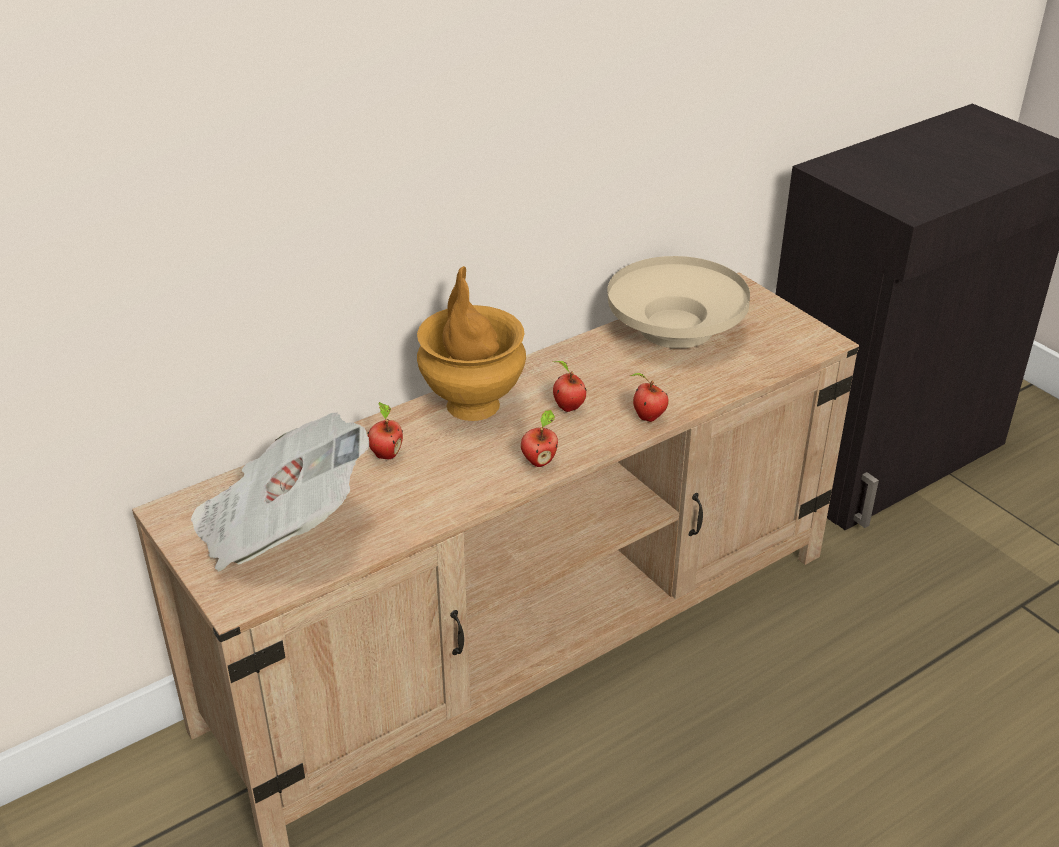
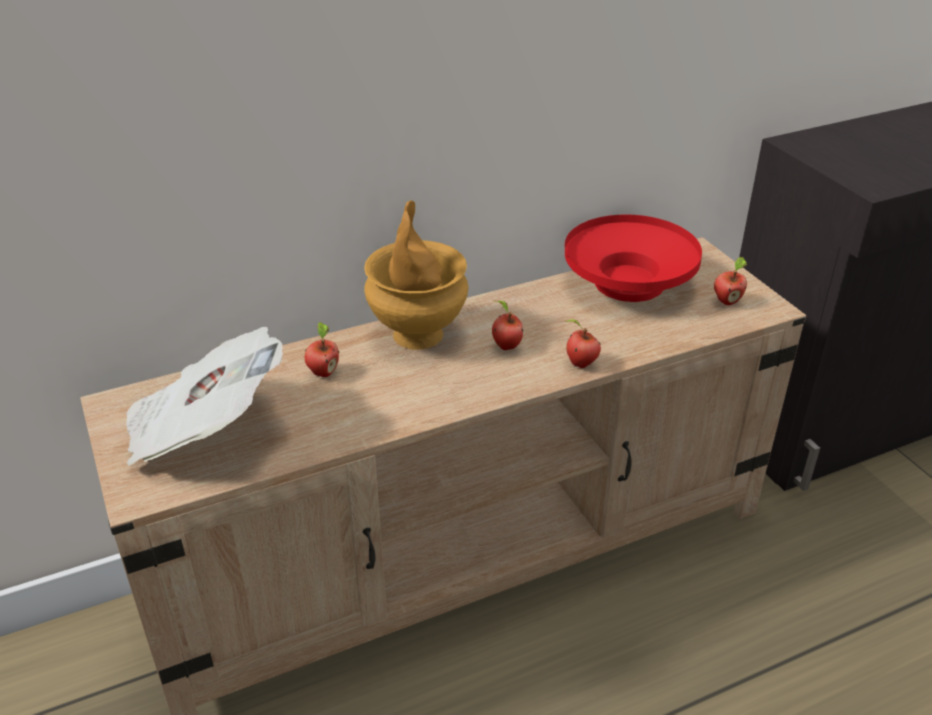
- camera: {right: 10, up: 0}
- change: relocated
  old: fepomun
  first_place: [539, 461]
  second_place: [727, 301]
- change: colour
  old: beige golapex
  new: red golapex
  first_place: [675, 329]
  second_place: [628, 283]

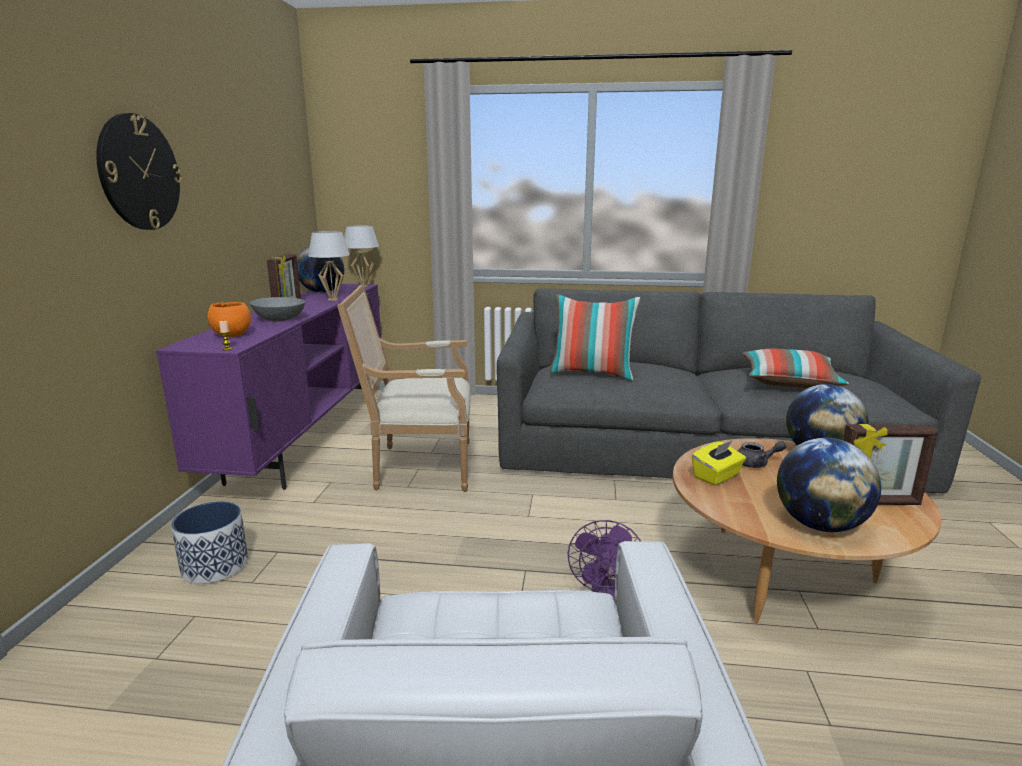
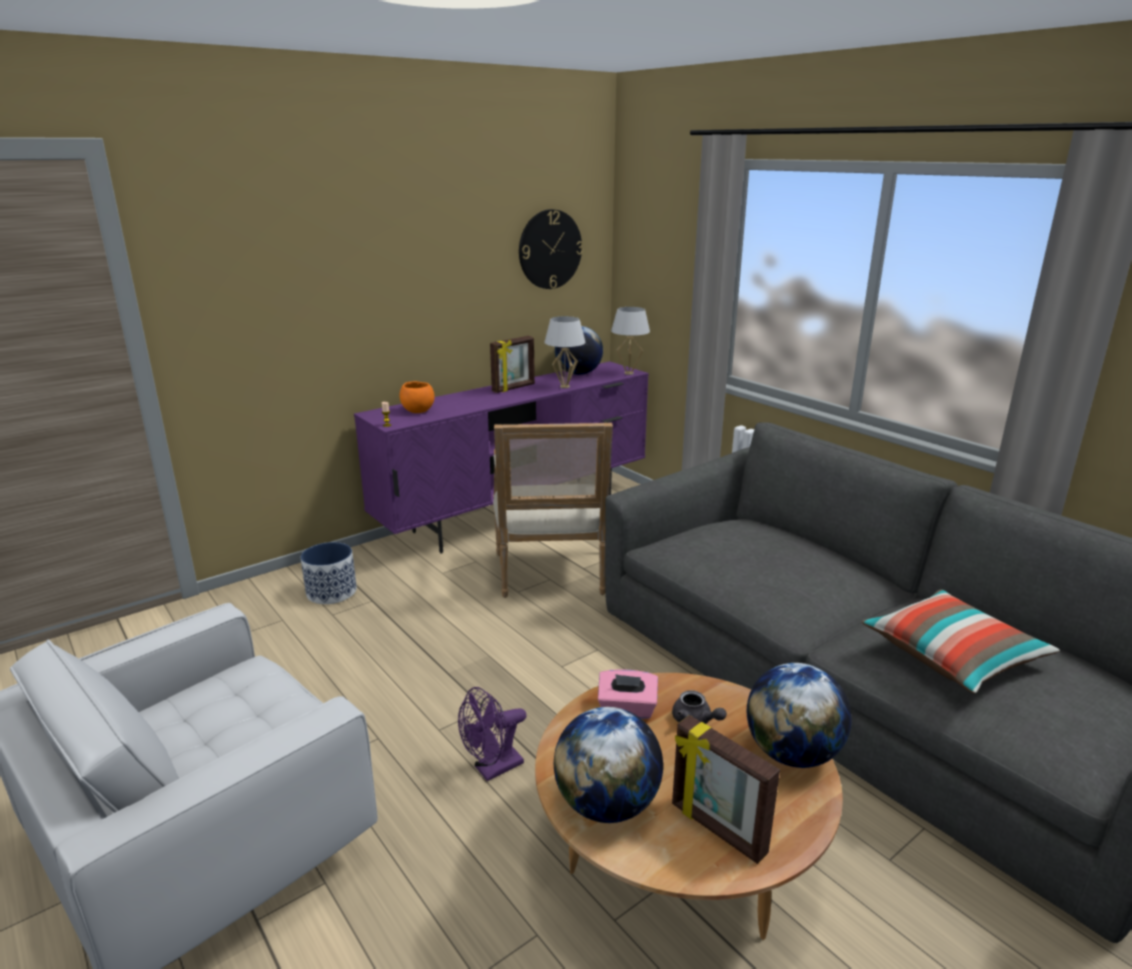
- camera: {right: 45, up: 5}
- change: missing
  old: grey golapex
  first_place: [279, 319]
- change: missing
  old: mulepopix
  first_place: [592, 373]
- change: relocated
  old: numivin
  first_place: [139, 173]
  second_place: [550, 249]
- change: colour
  old: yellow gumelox
  new: pink gumelox
  first_place: [717, 476]
  second_place: [627, 709]
- change: spun
  old: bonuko
  first_place: [418, 467]
  second_place: [552, 577]
  degrees: -135

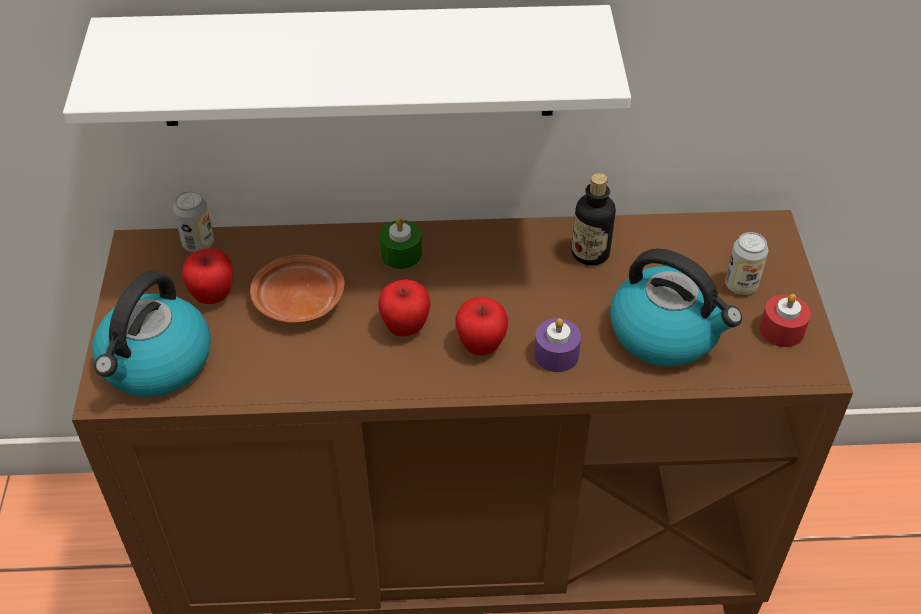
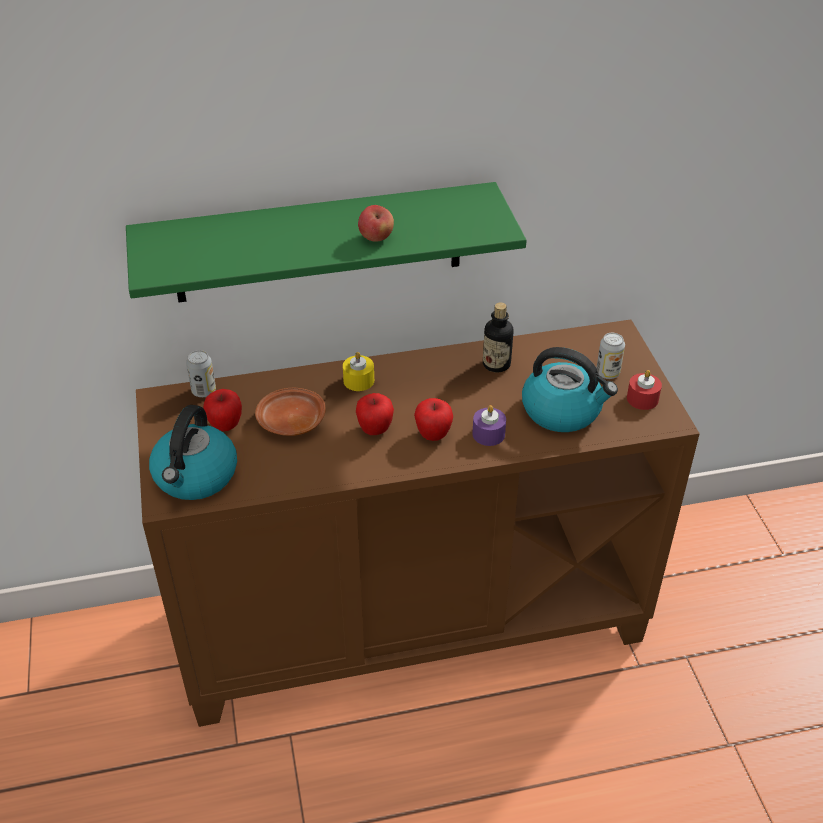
- camera: {right: -10, up: -5}
- change: appeared
  new: fepomun
  second_place: [376, 238]
- change: colour
  old: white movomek
  new: green movomek
  first_place: [356, 66]
  second_place: [318, 243]
- change: colour
  old: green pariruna
  new: yellow pariruna
  first_place: [401, 254]
  second_place: [358, 380]

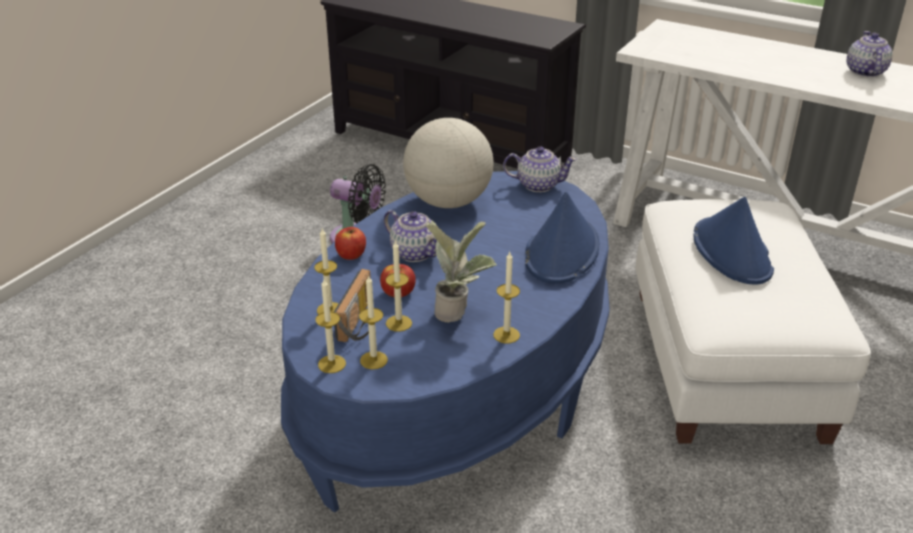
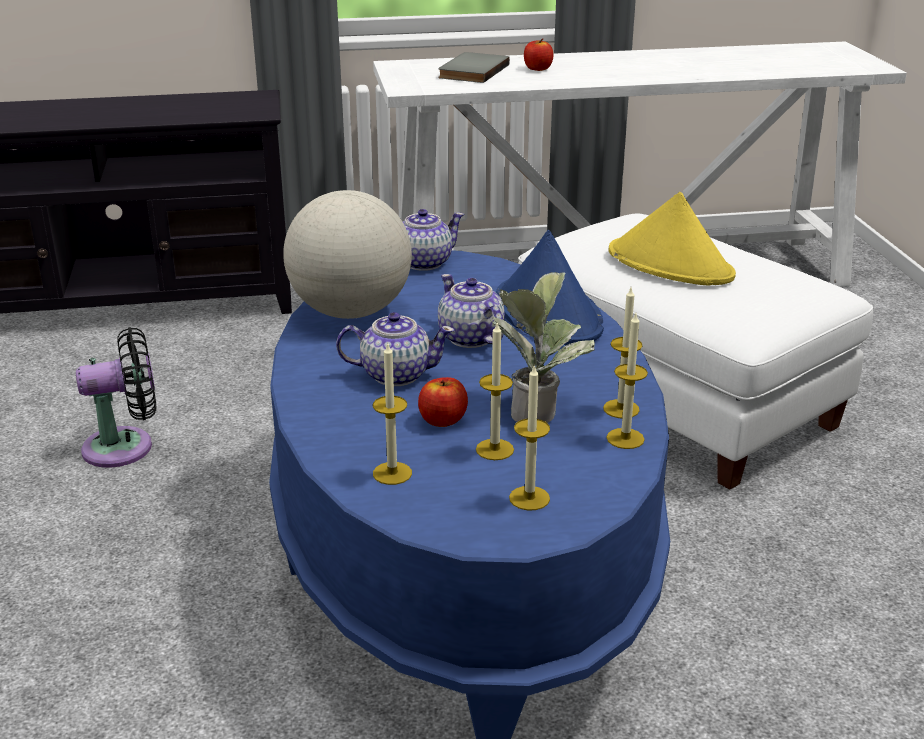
- camera: {right: -40, up: -5}
- change: missing
  old: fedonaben
  first_place: [361, 321]
- change: appeared
  new: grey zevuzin
  second_place: [471, 71]
- change: relocated
  old: pariruna
  first_place: [332, 364]
  second_place: [625, 438]
- change: relocated
  old: fepomun
  first_place: [351, 255]
  second_place: [537, 69]
- change: relocated
  old: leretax
  first_place: [865, 72]
  second_place: [470, 338]
- change: colour
  old: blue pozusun
  new: yellow pozusun
  first_place: [732, 252]
  second_place: [671, 264]

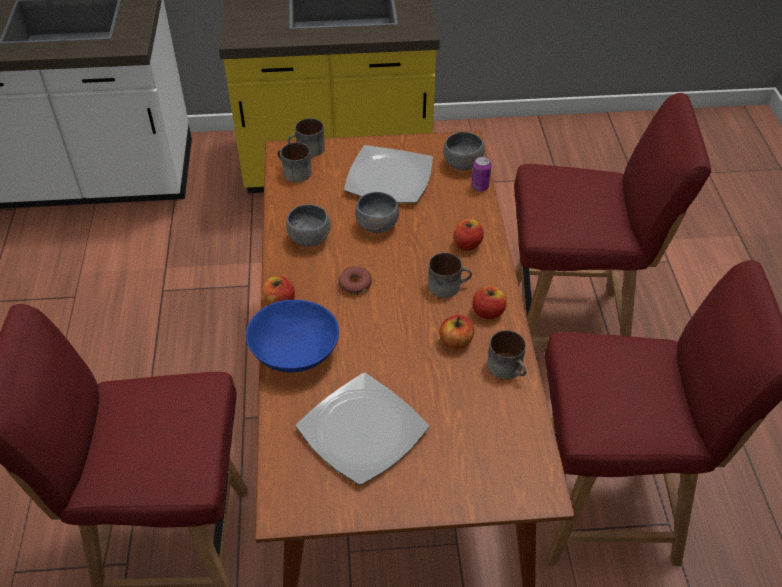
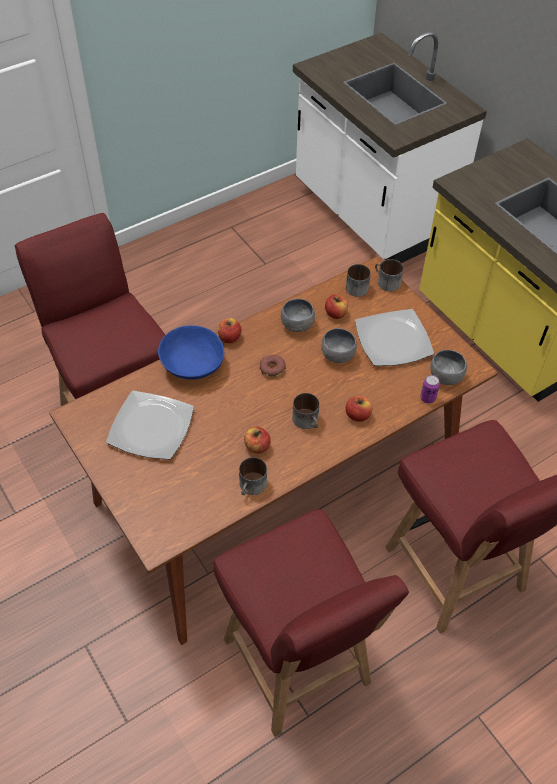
- camera: {right: 60, up: 5}
- change: relocated
  old: fepomun
  first_place: [488, 312]
  second_place: [335, 313]

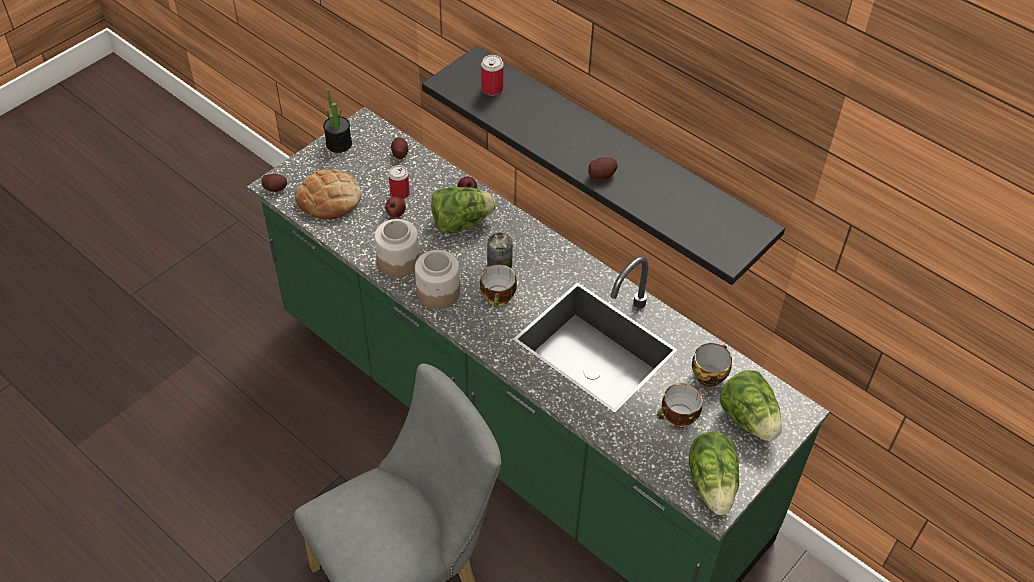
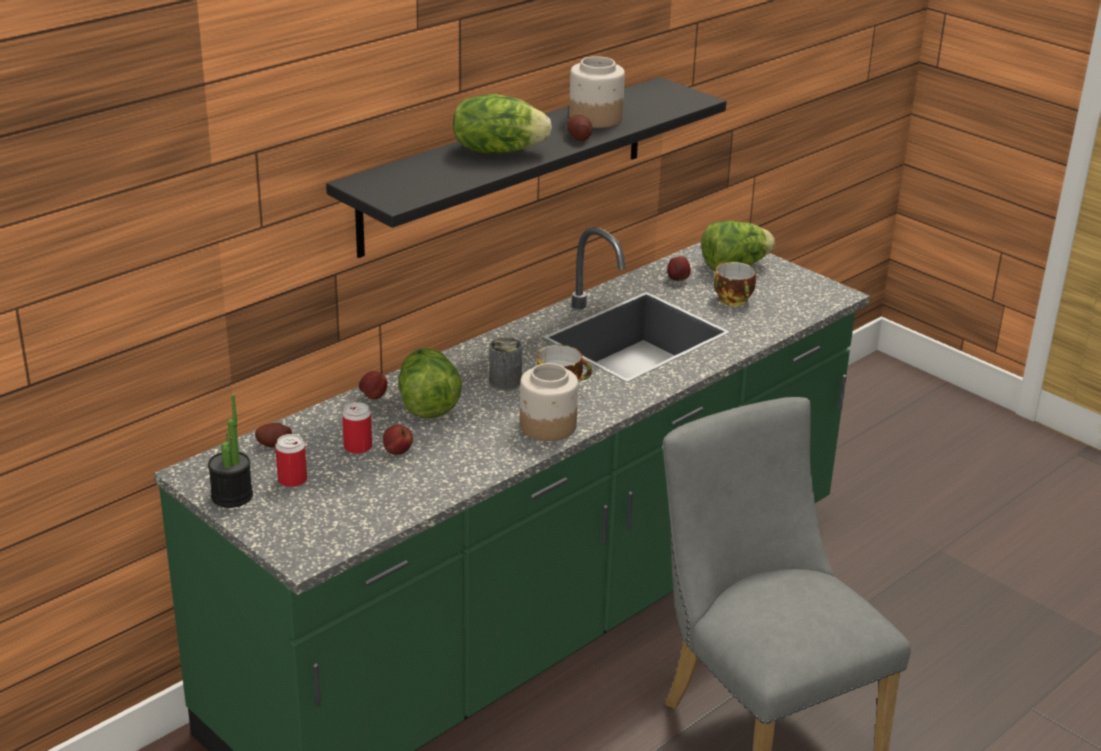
- camera: {right: -85, up: -20}
- change: missing
  old: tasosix
  first_place: [275, 188]
- change: missing
  old: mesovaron
  first_place: [329, 199]
- change: relocated
  old: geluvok
  first_place: [398, 261]
  second_place: [594, 118]
- change: relocated
  old: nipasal
  first_place: [492, 89]
  second_place: [292, 480]
- change: relocated
  old: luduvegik
  first_place: [712, 483]
  second_place: [497, 150]
- change: exchanged
  old: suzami
  new: fepomun
  first_place: [708, 373]
  second_place: [678, 280]

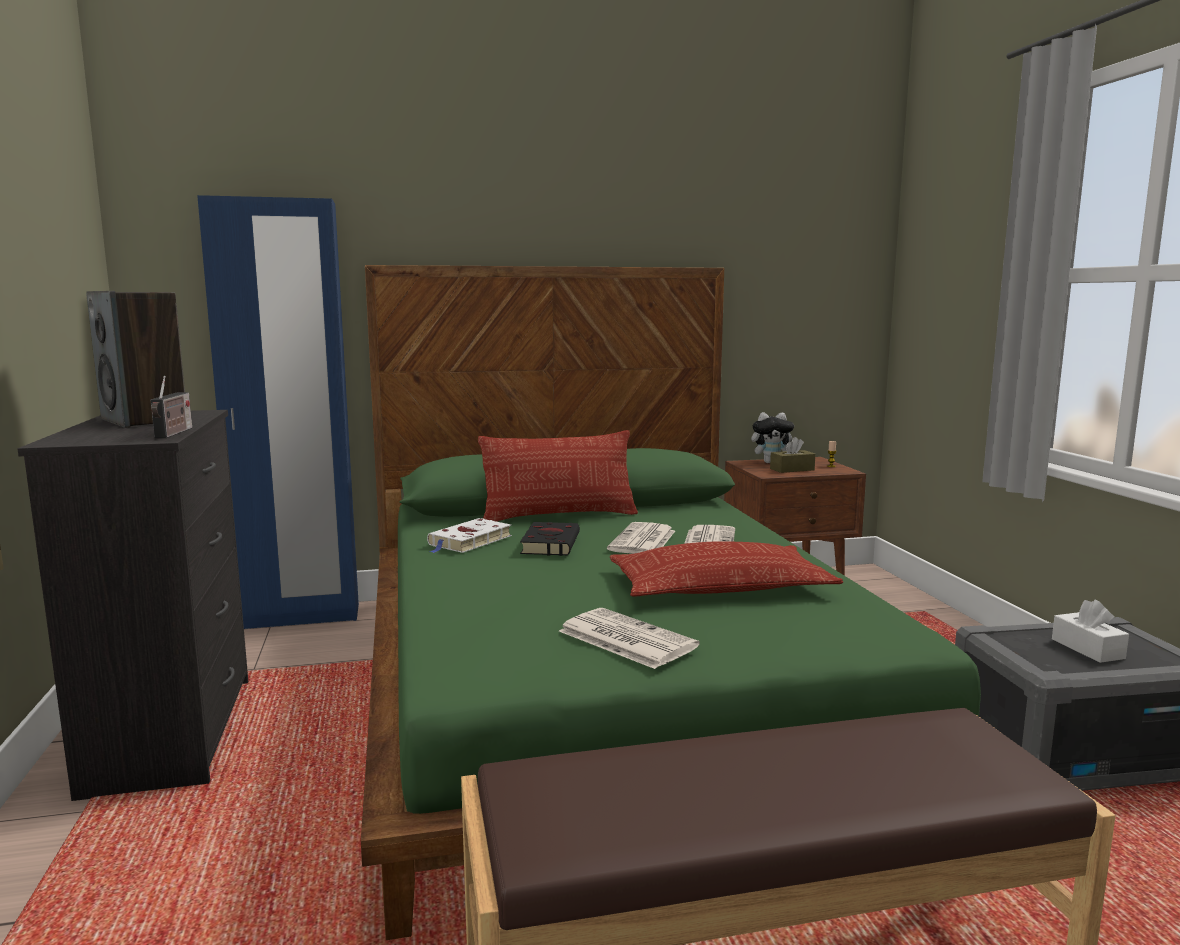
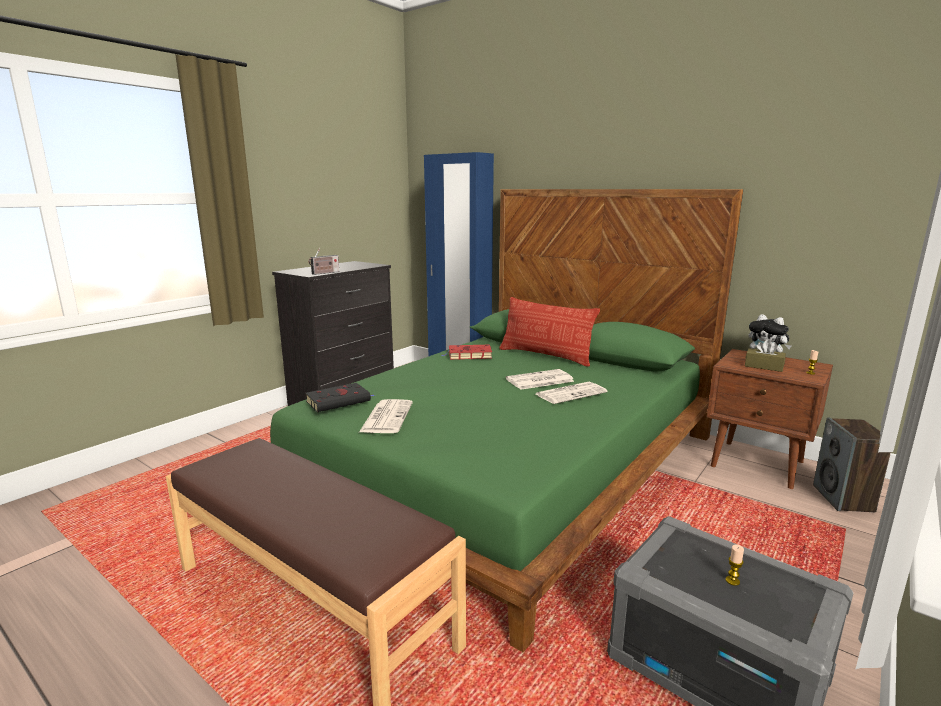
- camera: {right: 50, up: 5}
- change: missing
  old: mulepopix
  first_place: [720, 586]
- change: relocated
  old: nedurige
  first_place: [145, 420]
  second_place: [843, 499]
- change: relocated
  old: black zevuzin
  first_place: [550, 543]
  second_place: [340, 401]
- change: exchanged
  old: white gumelox
  new: pariruna
  first_place: [1087, 649]
  second_place: [732, 581]
- change: colour
  old: white zevuzin
  new: red zevuzin
  first_place: [469, 541]
  second_place: [468, 355]

